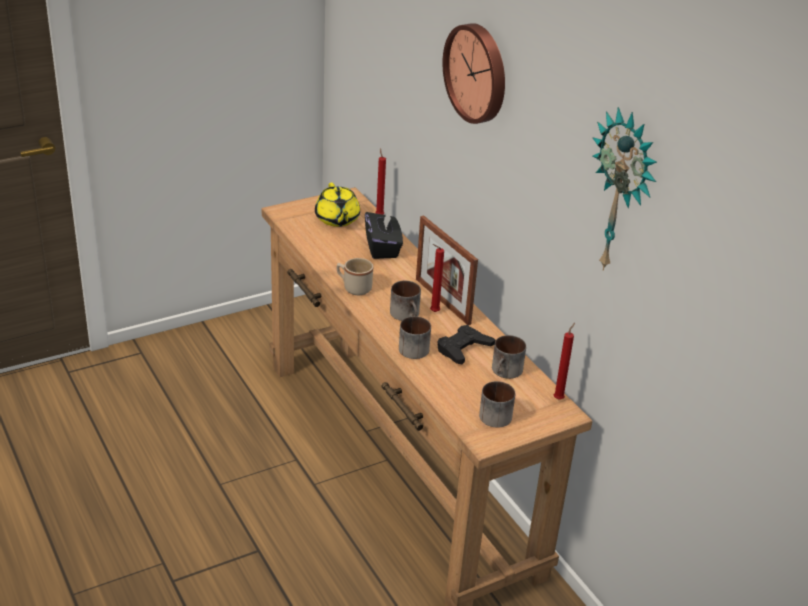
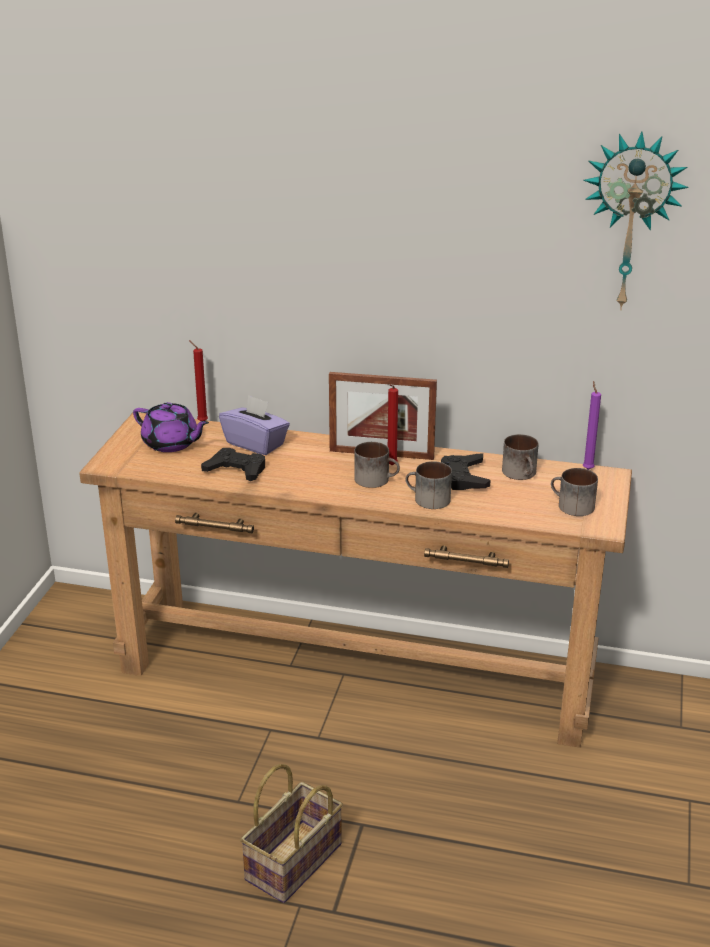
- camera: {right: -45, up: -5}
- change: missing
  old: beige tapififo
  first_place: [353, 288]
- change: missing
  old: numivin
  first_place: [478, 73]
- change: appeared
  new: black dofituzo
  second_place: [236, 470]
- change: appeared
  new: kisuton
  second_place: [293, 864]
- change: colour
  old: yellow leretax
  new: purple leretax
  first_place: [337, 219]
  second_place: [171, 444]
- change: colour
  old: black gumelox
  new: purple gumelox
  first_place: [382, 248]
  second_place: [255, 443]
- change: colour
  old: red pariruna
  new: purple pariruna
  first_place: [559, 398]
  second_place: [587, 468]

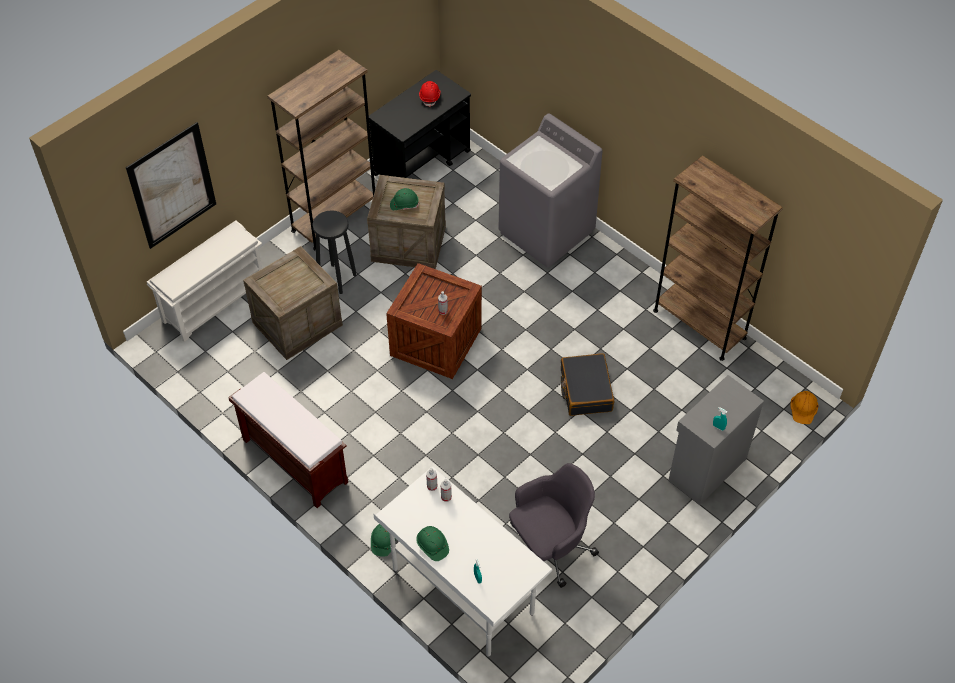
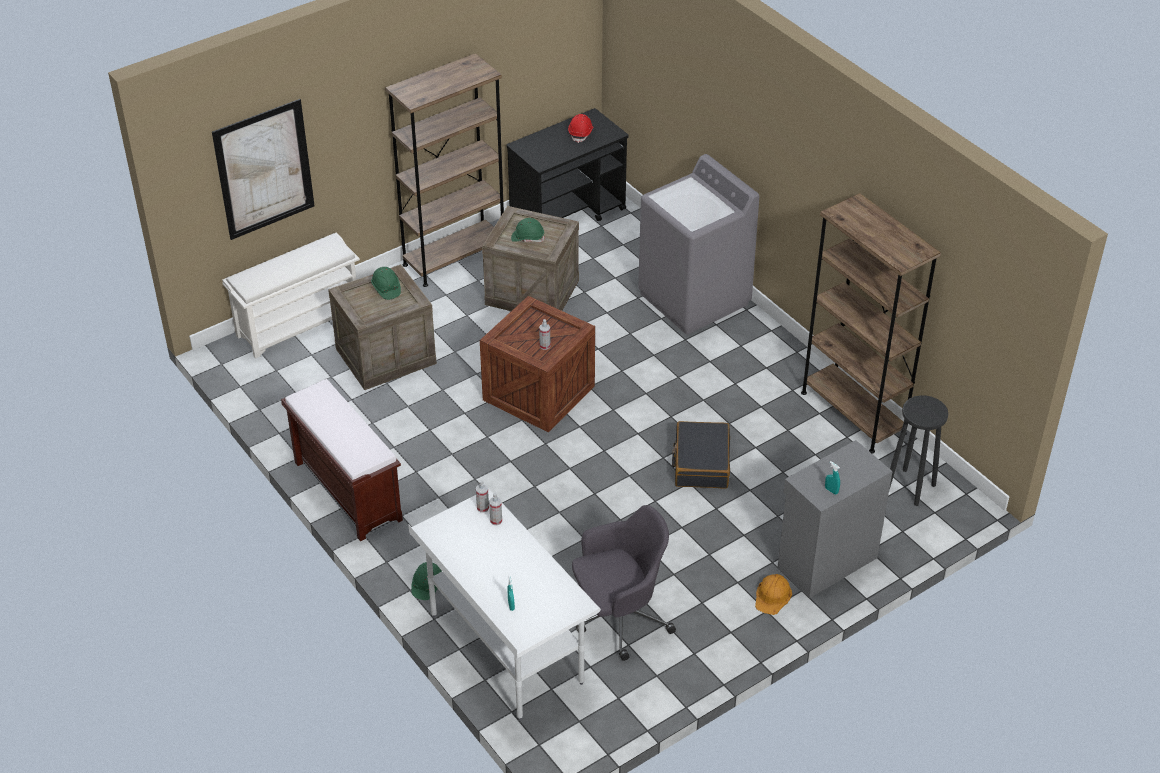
- camera: {right: 10, up: -10}
- change: relocated
  old: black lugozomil
  first_place: [337, 278]
  second_place: [911, 486]
- change: relocated
  old: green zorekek
  first_place: [432, 546]
  second_place: [386, 289]
- change: relocated
  old: orange zorekek
  first_place: [804, 408]
  second_place: [773, 596]

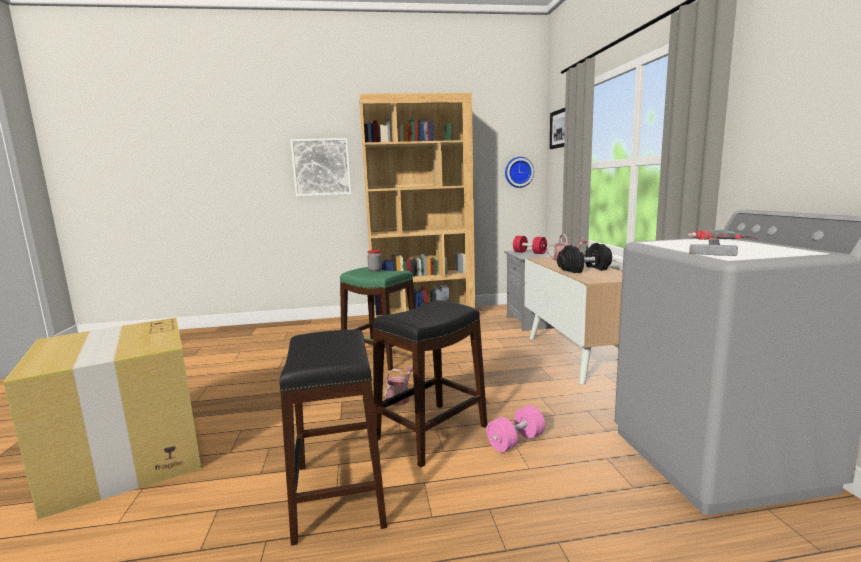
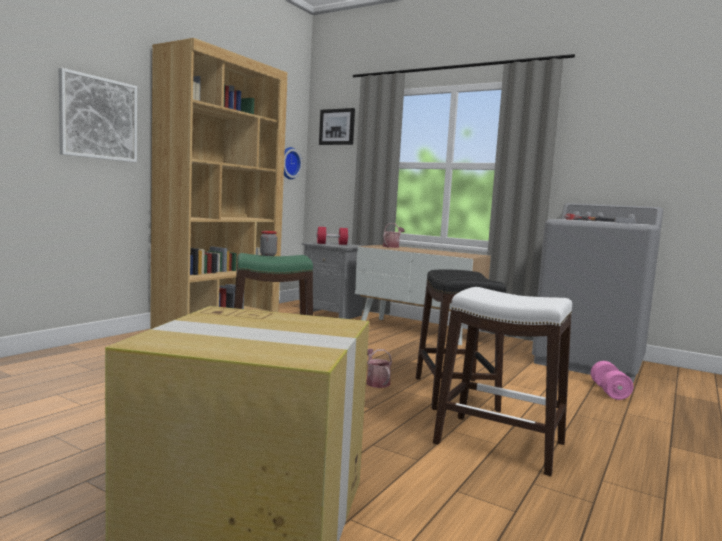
- camera: {right: -50, up: -5}
- change: missing
  old: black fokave
  first_place: [584, 269]
- change: relocated
  old: pink fokave
  first_place: [515, 441]
  second_place: [609, 392]
- change: colour
  old: black lugozomil
  new: white lugozomil
  first_place: [340, 494]
  second_place: [499, 443]

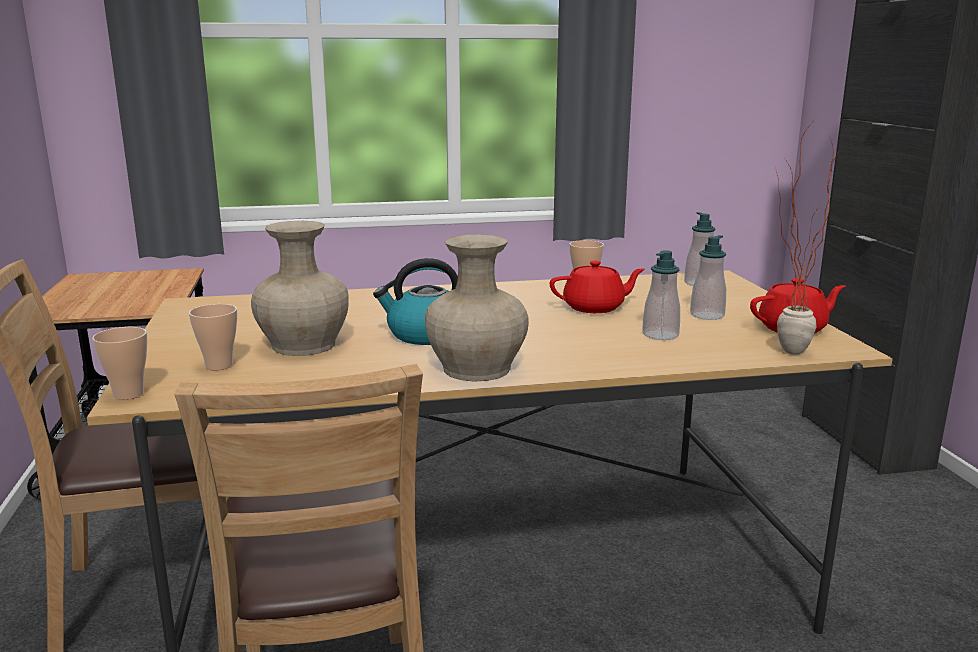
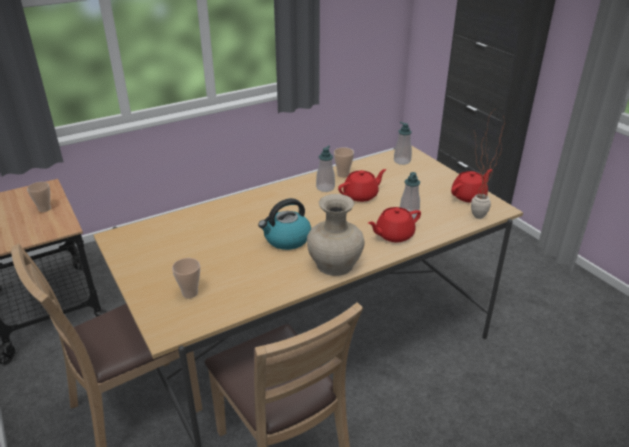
- camera: {right: -20, up: 15}
- change: missing
  old: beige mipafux
  first_place: [302, 345]
- change: appeared
  new: red leretax
  second_place: [393, 235]
- change: relocated
  old: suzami
  first_place: [128, 394]
  second_place: [44, 209]
- change: relocated
  old: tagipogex
  first_place: [707, 315]
  second_place: [325, 188]

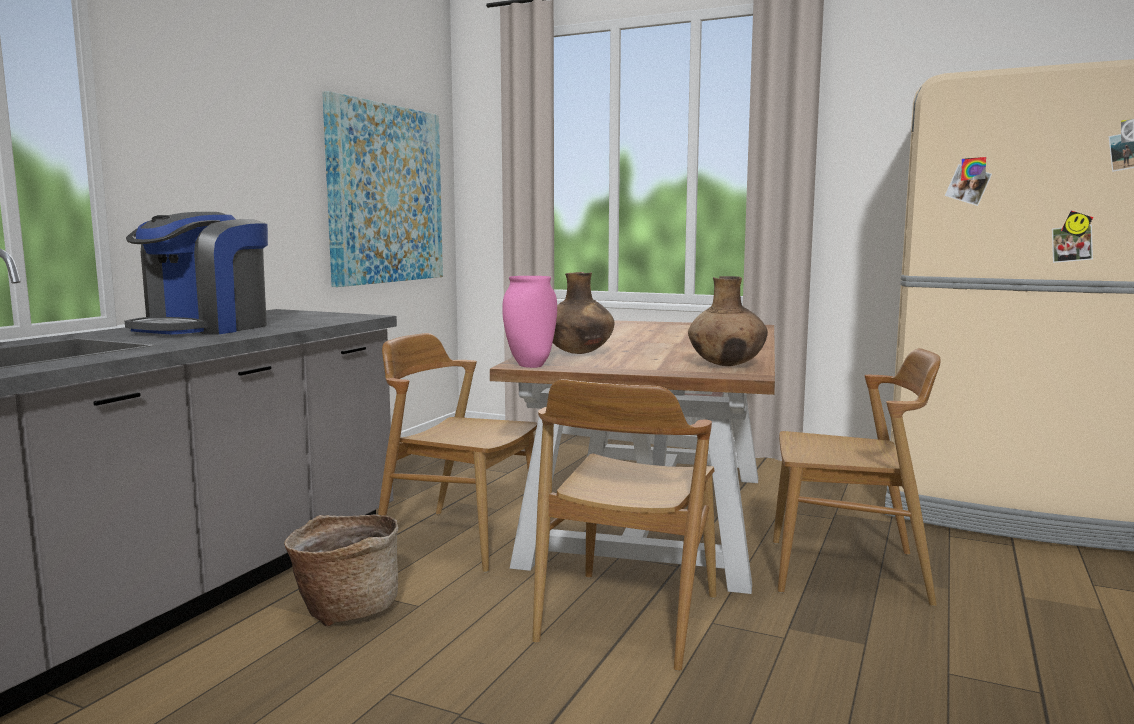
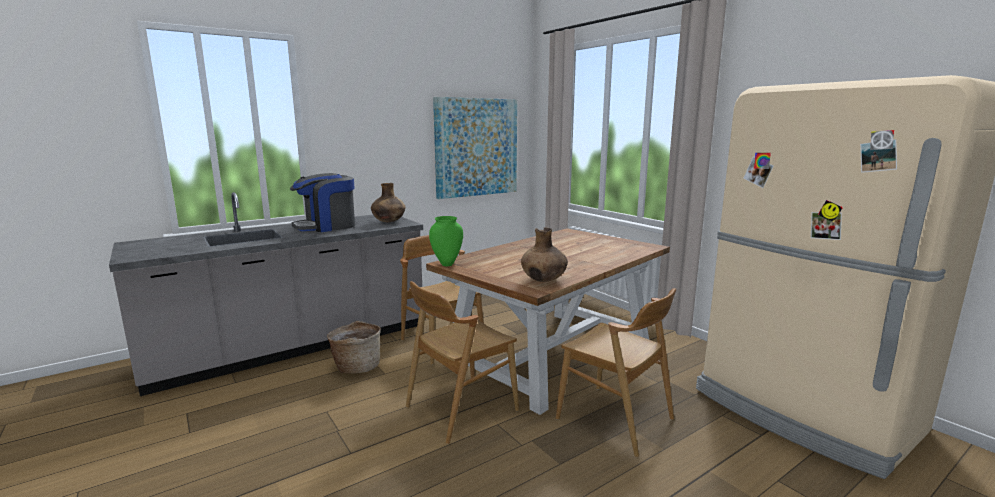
- camera: {right: 30, up: 5}
- change: relocated
  old: brown mipafux
  first_place: [579, 353]
  second_place: [389, 222]
- change: colour
  old: pink mipafux
  new: green mipafux
  first_place: [531, 366]
  second_place: [447, 264]

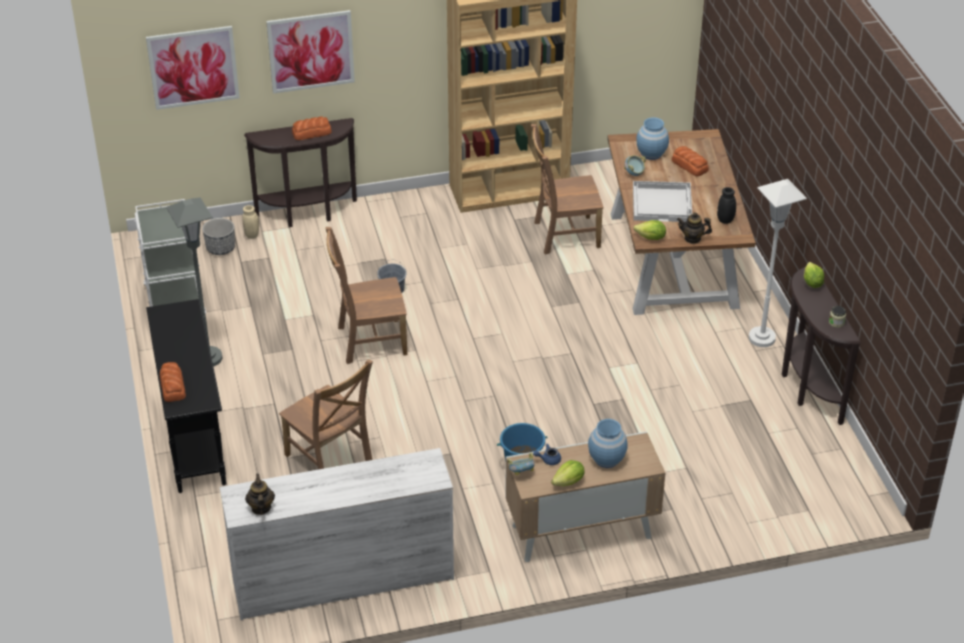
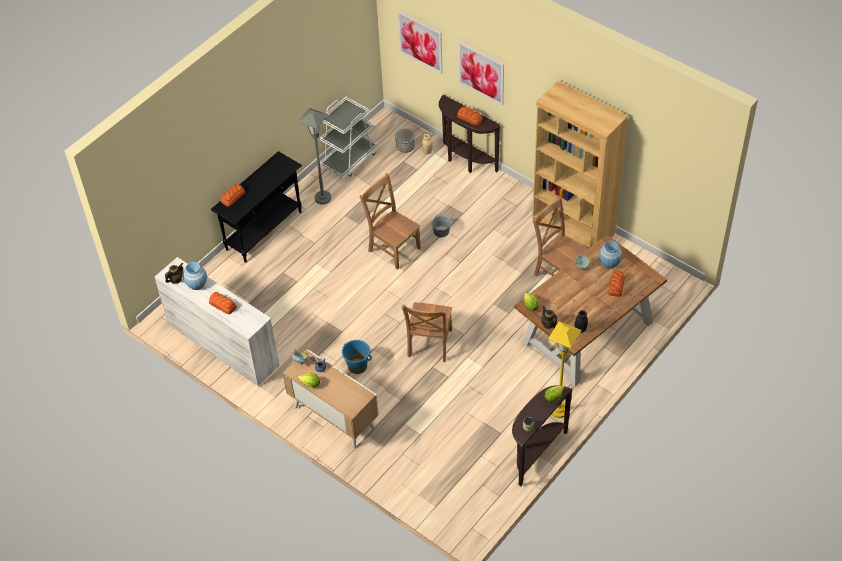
- camera: {right: 55, up: 10}
- change: missing
  old: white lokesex
  first_place: [662, 203]
- change: appeared
  new: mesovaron
  second_place: [222, 304]
- change: relocated
  old: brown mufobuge
  first_place: [330, 460]
  second_place: [429, 345]
- change: relocated
  old: blue mipafux
  first_place: [606, 458]
  second_place: [197, 284]
- change: colour
  old: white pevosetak
  new: yellow pevosetak
  first_place: [762, 338]
  second_place: [558, 410]

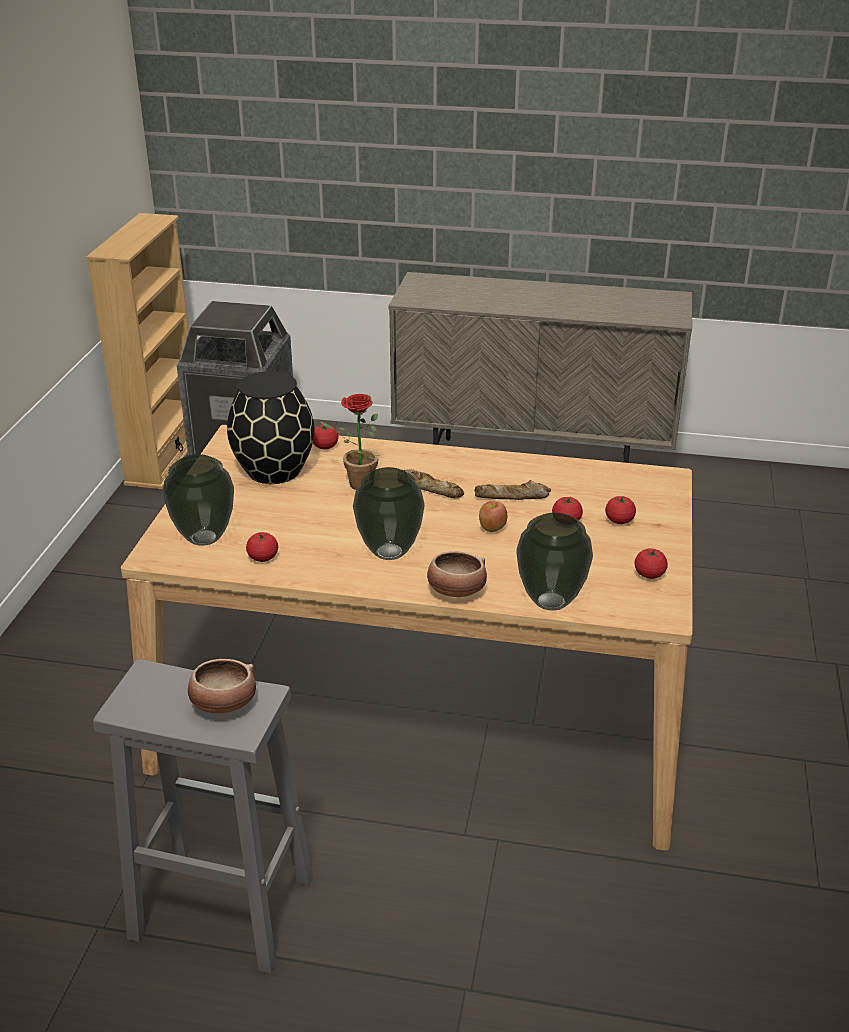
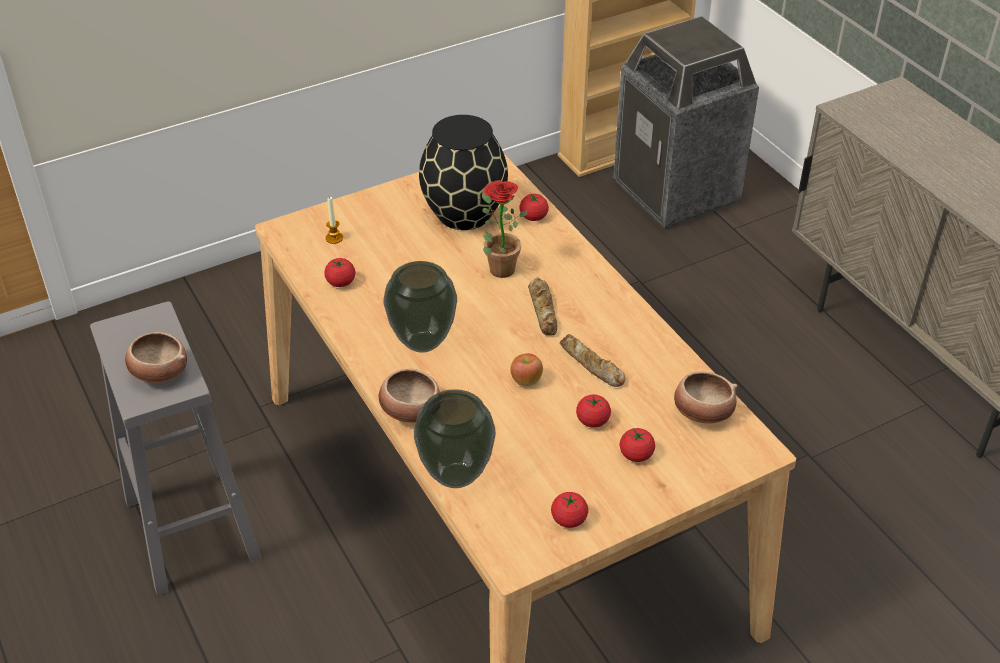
- camera: {right: 50, up: 10}
- change: appeared
  new: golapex
  second_place: [702, 413]
- change: exchanged
  old: mipafux
  new: pariruna
  first_place: [205, 537]
  second_place: [334, 238]

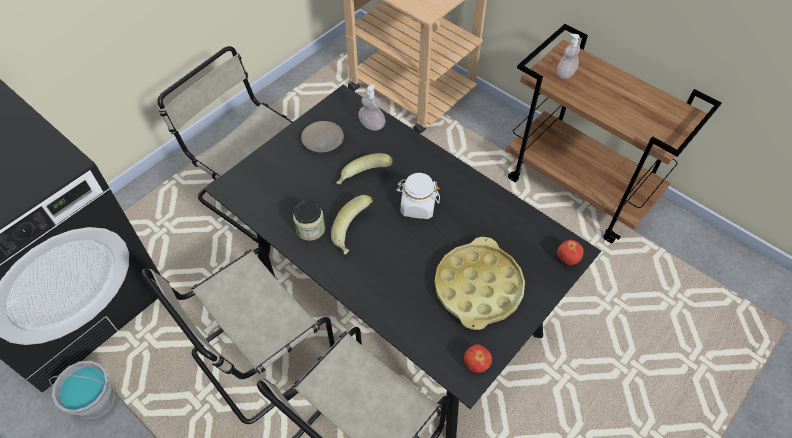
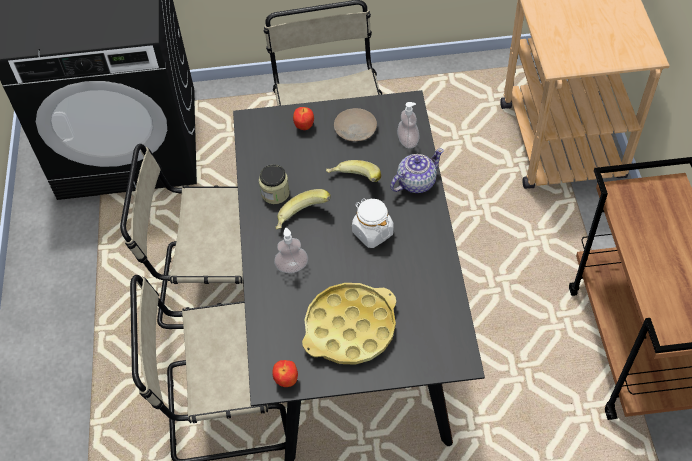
- camera: {right: 45, up: 0}
- change: missing
  old: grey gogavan
  first_place: [96, 401]
- change: appeared
  new: leretax
  second_place: [415, 182]
- change: relocated
  old: tagipogex
  first_place: [565, 73]
  second_place: [292, 267]
- change: relocated
  old: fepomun
  first_place: [567, 260]
  second_place: [304, 126]

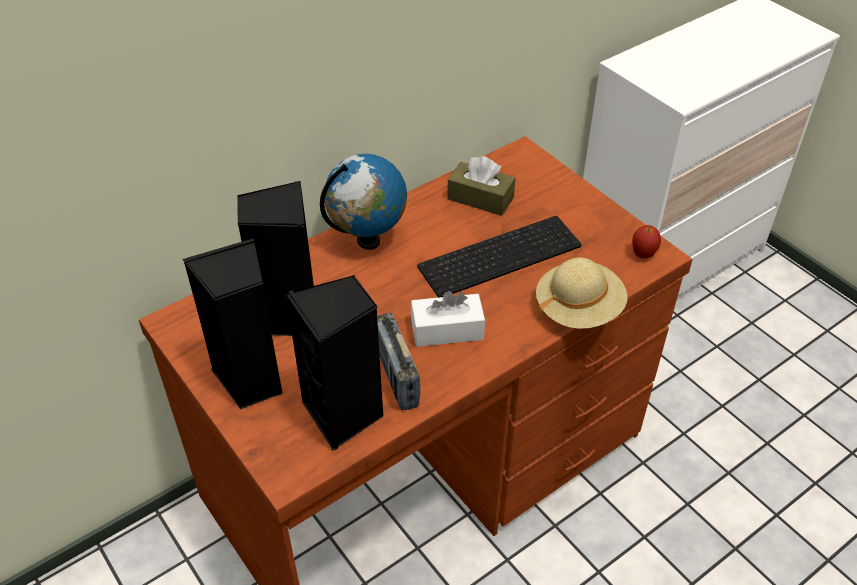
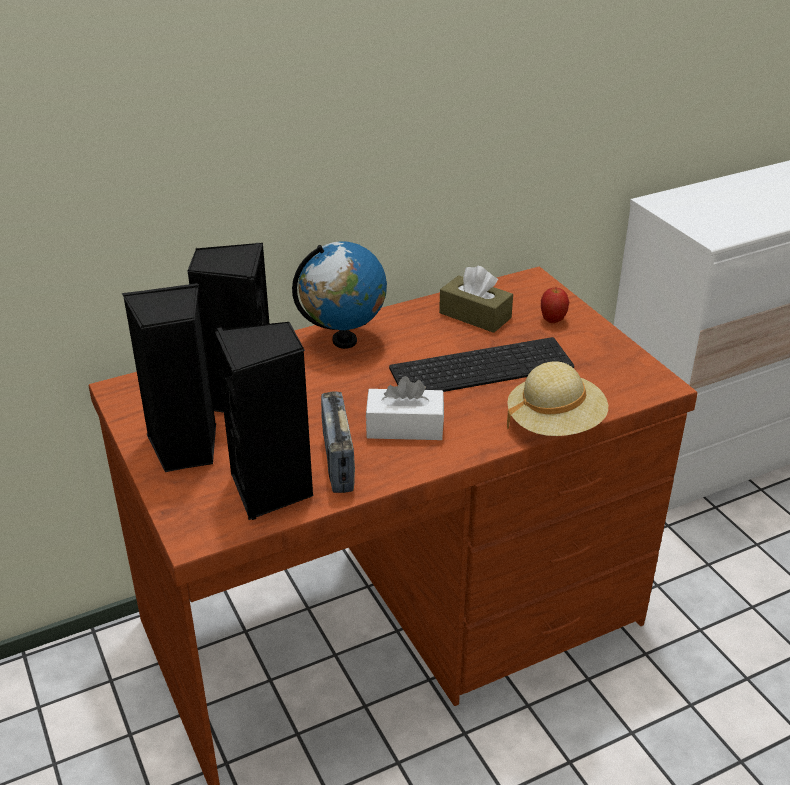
- camera: {right: 10, up: -10}
- change: relocated
  old: fepomun
  first_place: [643, 255]
  second_place: [552, 320]

